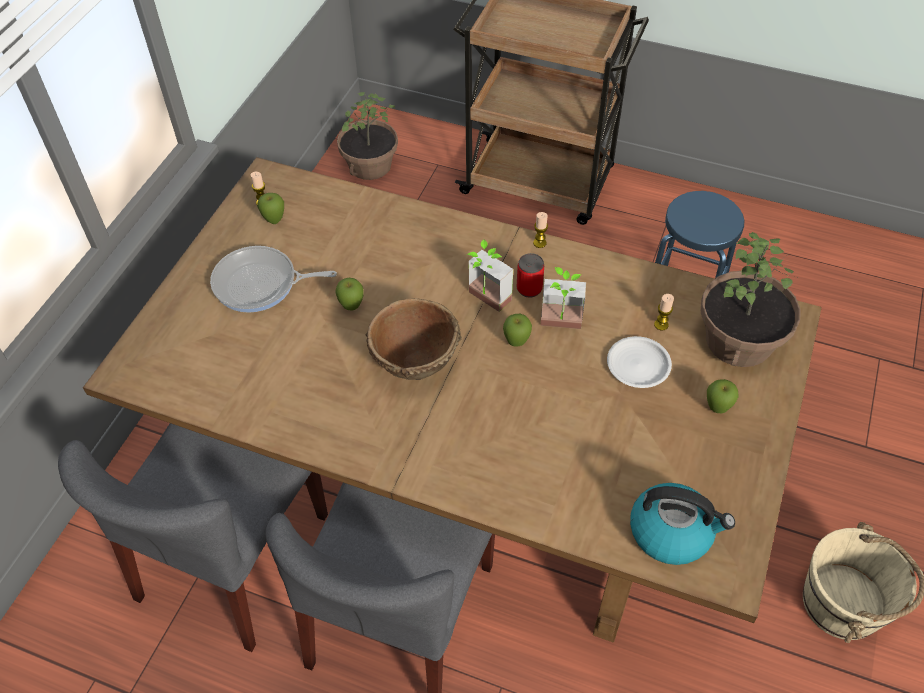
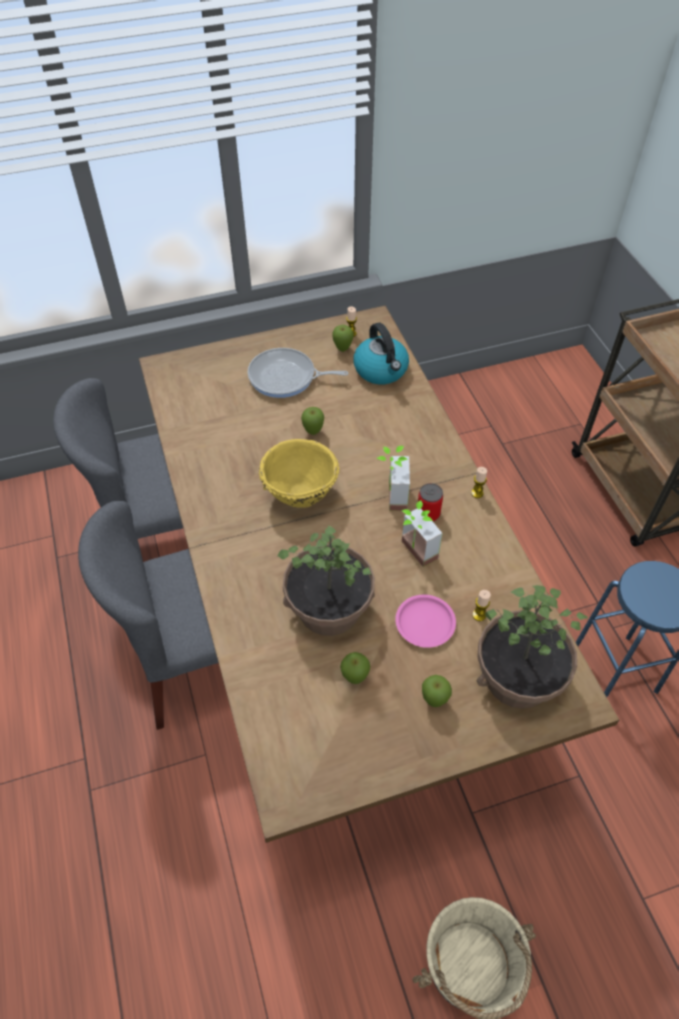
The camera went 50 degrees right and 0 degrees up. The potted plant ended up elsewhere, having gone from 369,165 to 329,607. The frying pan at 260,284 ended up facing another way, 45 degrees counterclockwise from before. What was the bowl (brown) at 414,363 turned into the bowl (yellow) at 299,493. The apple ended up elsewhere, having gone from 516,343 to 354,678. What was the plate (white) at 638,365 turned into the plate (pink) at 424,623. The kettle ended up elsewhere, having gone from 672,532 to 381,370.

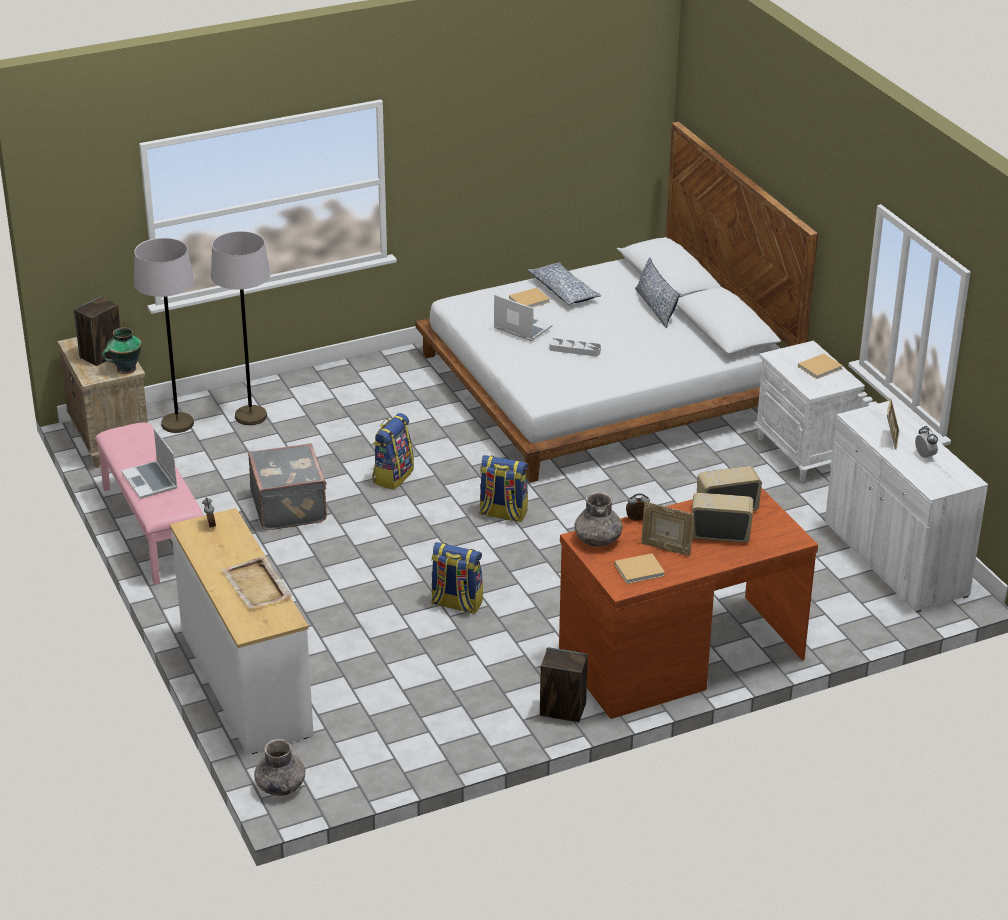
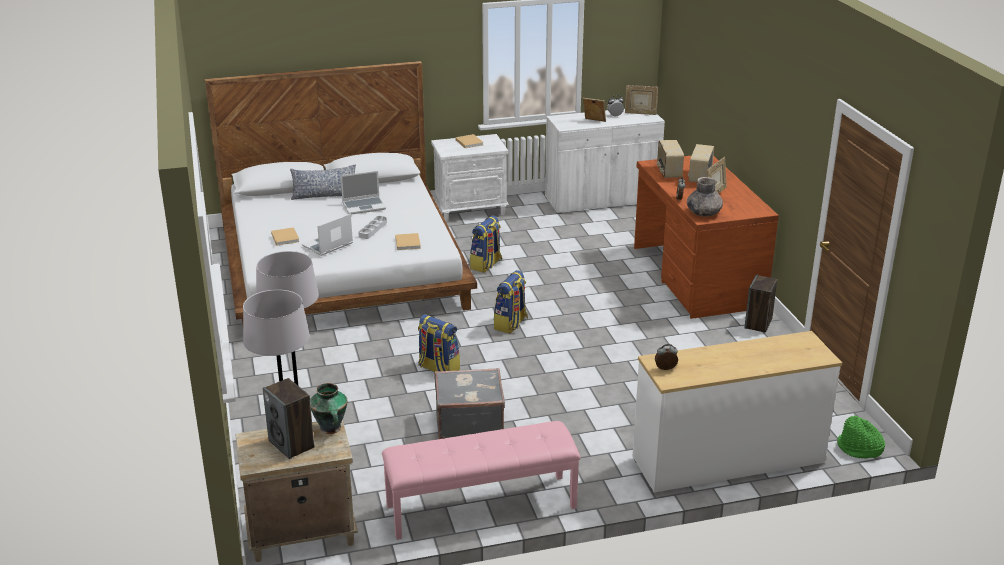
The camera went 80 degrees left and 5 degrees down. The second view lost the pillow at 563,291. The laptop ended up elsewhere, having gone from 150,481 to 364,206. The backpack ended up elsewhere, having gone from 456,604 to 486,265. The book (beige) ended up elsewhere, having gone from 640,570 to 407,242. The second view lost the tray (beige) at 257,586. Where the vase (grey) stood at 280,786, the hat (green) came to stand at 859,448. The second view gained the picture frame at 640,113.

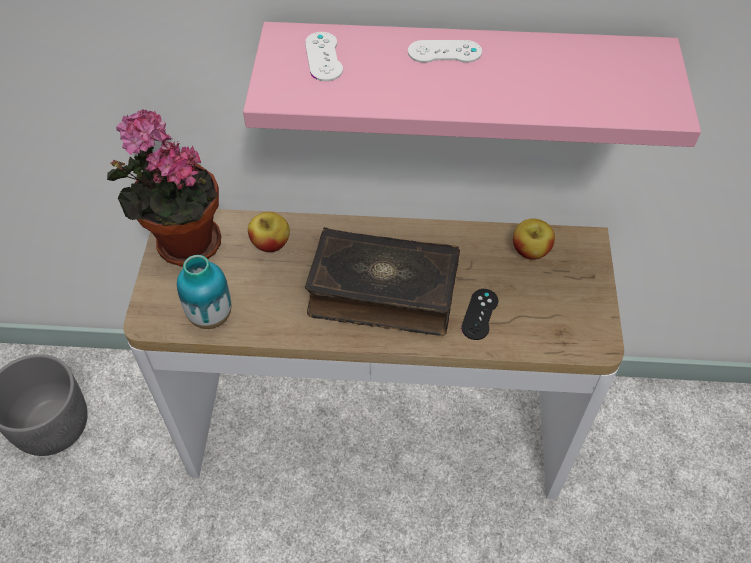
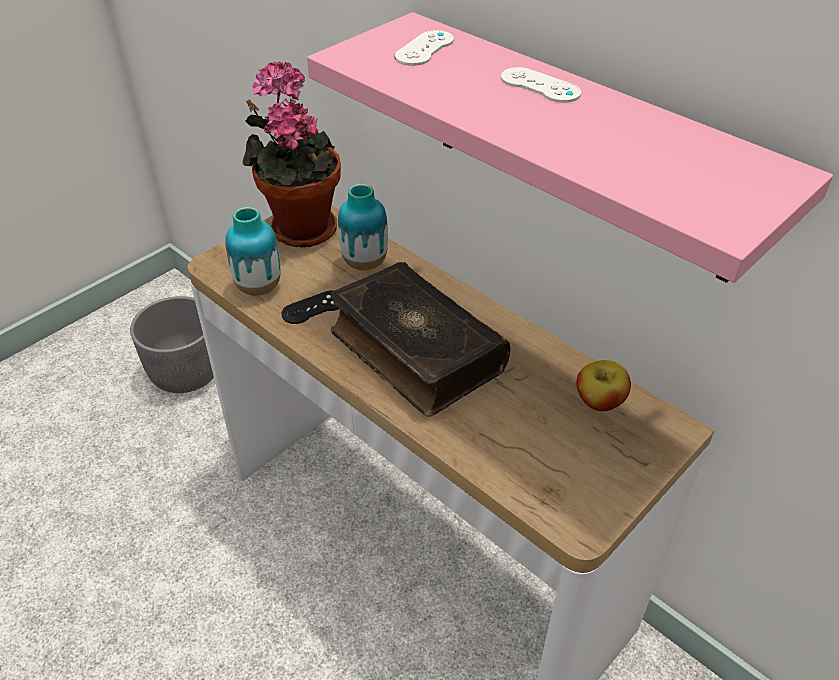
The camera went 40 degrees right and 10 degrees down. Where the apple stood at 270,243, the vase came to stand at 365,263. The game controller (black) ended up elsewhere, having gone from 480,314 to 313,307.

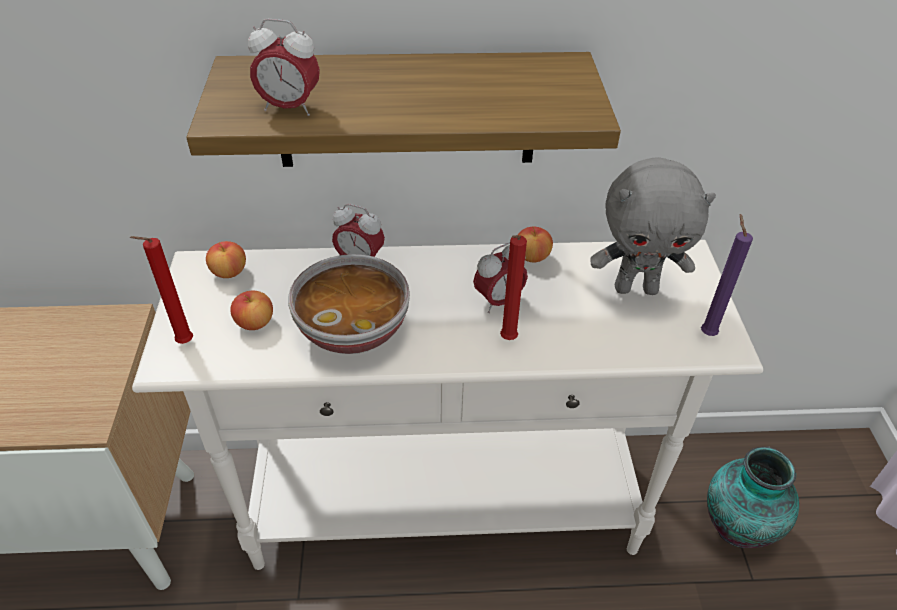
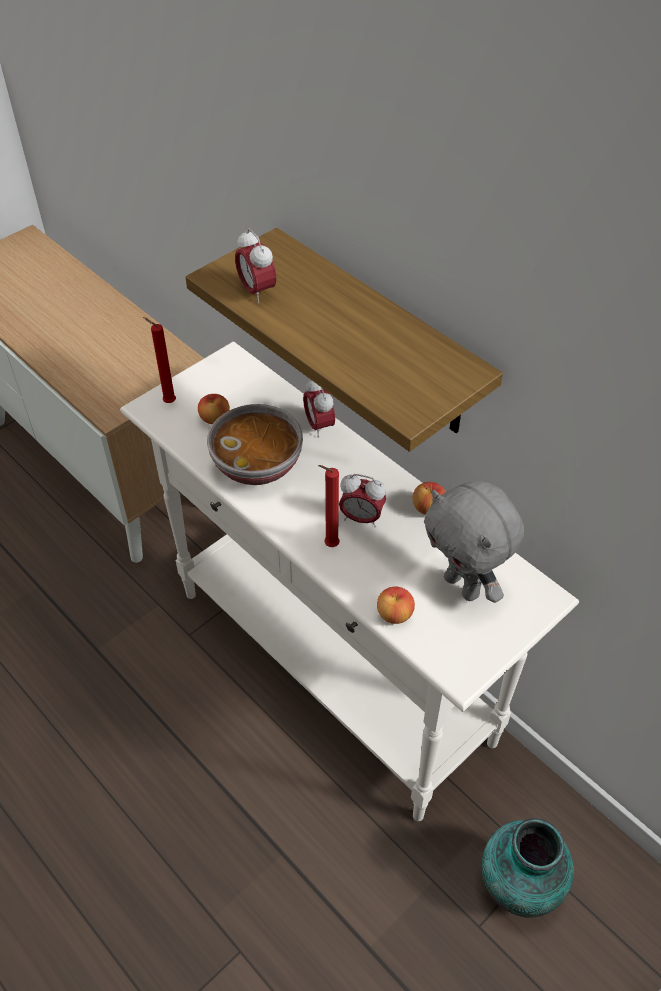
The camera went 50 degrees right and 5 degrees up. The second view lost the candle (purple) at 706,332. The apple ended up elsewhere, having gone from 229,272 to 394,614.

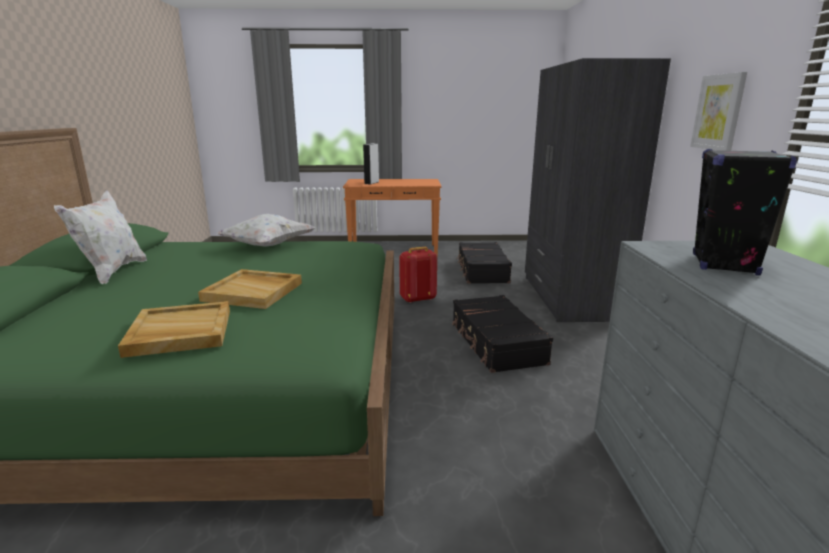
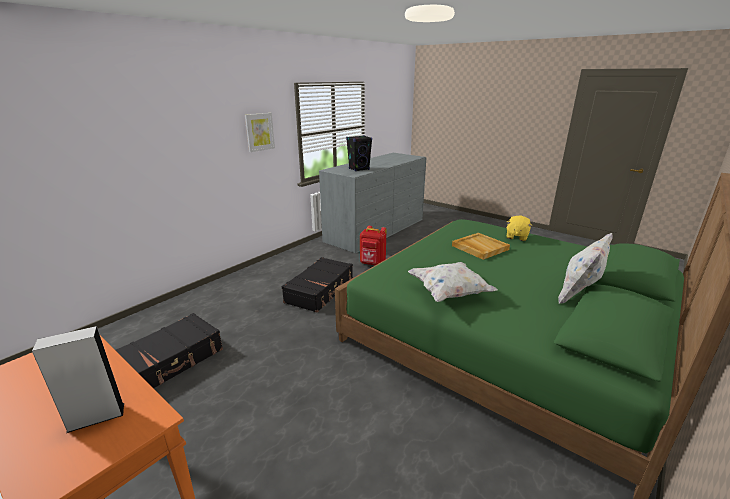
The camera went 140 degrees left and 5 degrees up. The second view lost the wardrobe (grey) at 570,297. The backpack (red) ended up elsewhere, having gone from 417,299 to 372,263. Where the tray (beige) stood at 179,332, the plush toy (yellow) came to stand at 516,237.

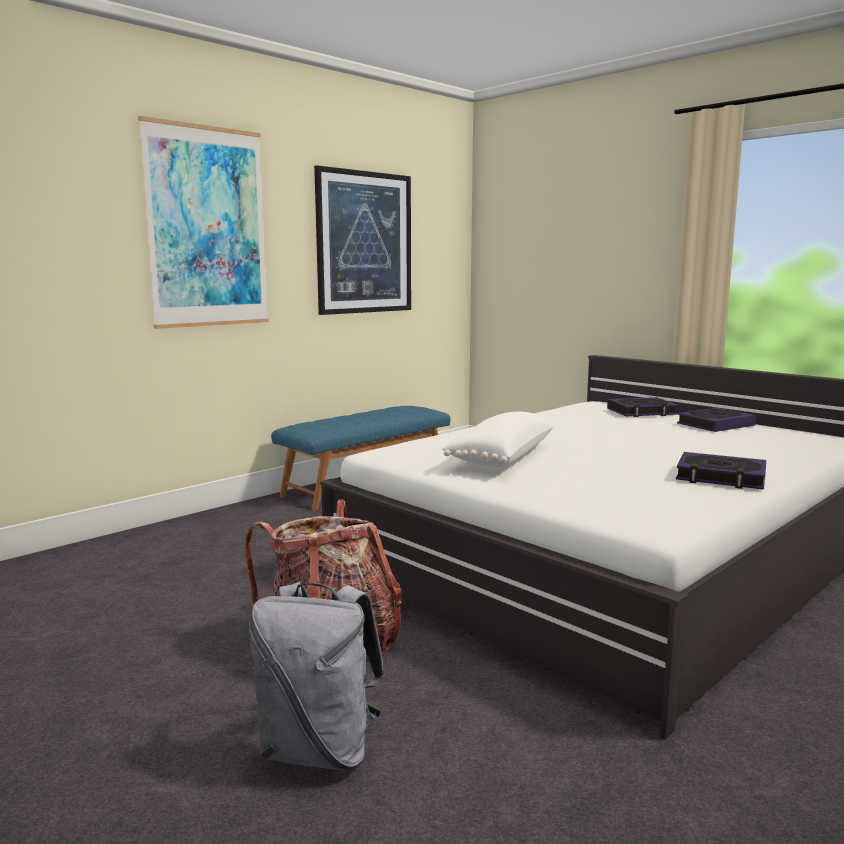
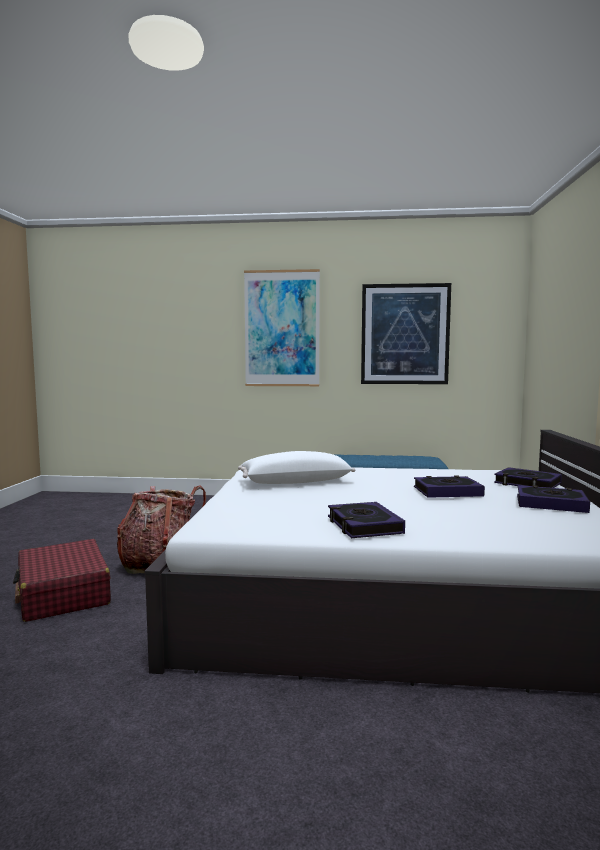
The camera went 50 degrees right and 5 degrees down. Where the backpack (grey) stood at 320,749, the suitcase (red) came to stand at 63,593. The second view gained the book at 447,492.

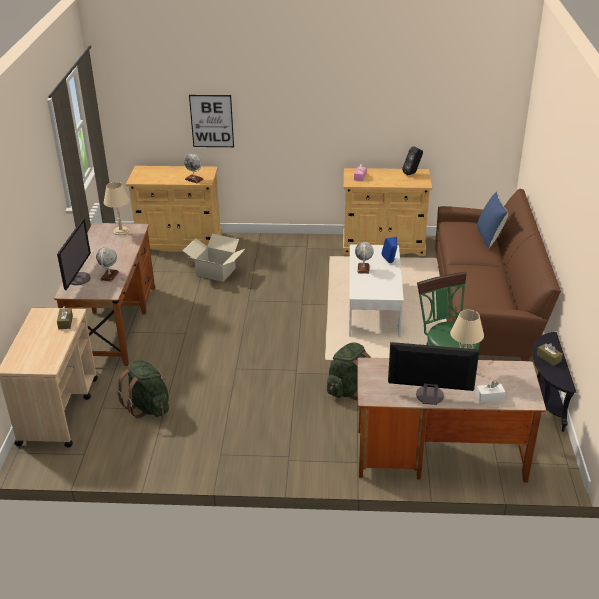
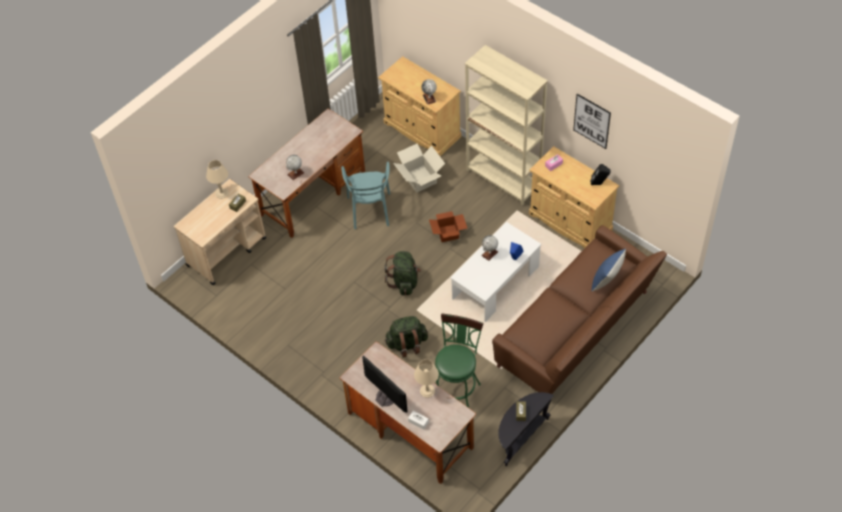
The camera went 40 degrees right and 20 degrees up. The picture ended up elsewhere, having gone from 212,121 to 592,121. The table lamp (beige) ended up elsewhere, having gone from 120,231 to 221,193. The second view lost the monitor at 78,278. The backpack (green) ended up elsewhere, having gone from 148,407 to 404,281. The second view gained the bookcase (beige) at 503,179. The second view gained the chair (turquoise) at 370,210. The second view gained the cardboard box at 448,233.

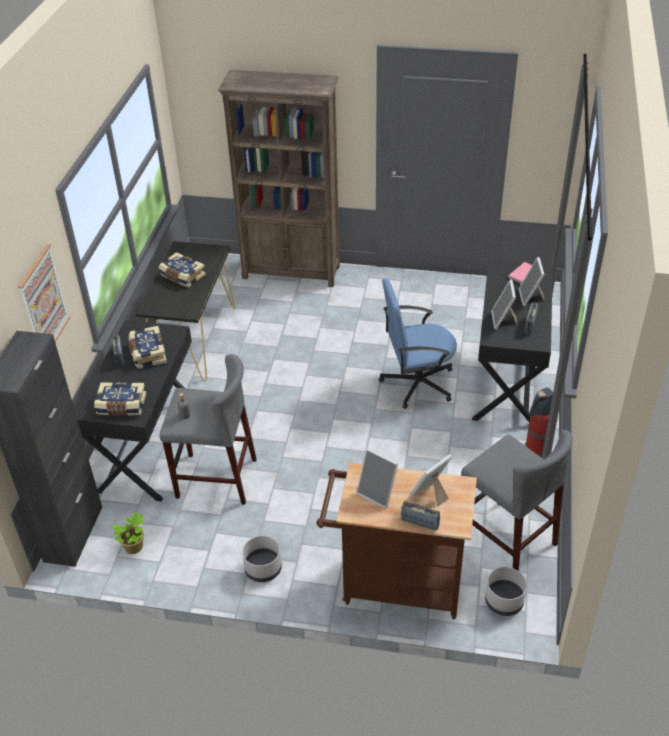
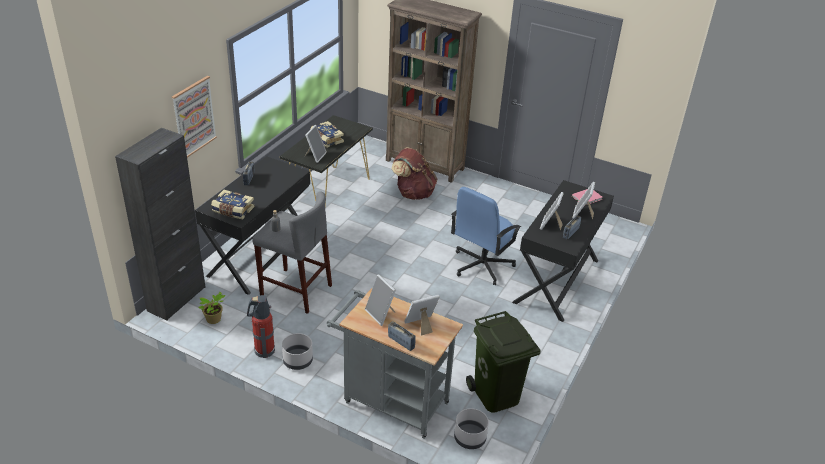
The camera went 15 degrees right and 5 degrees down. The office chair (blue) at 417,383 ended up facing another way, 60 degrees counterclockwise from before. The second view lost the book at 147,353. The fire extinguisher ended up elsewhere, having gone from 535,450 to 263,350. Where the stool (grey) stood at 507,539, the trash can (green) came to stand at 495,395. What was the cart (brown) at 395,584 turned into the cart (grey) at 390,401. The second view gained the picture frame at 315,156. The second view gained the backpack (brown) at 413,193.

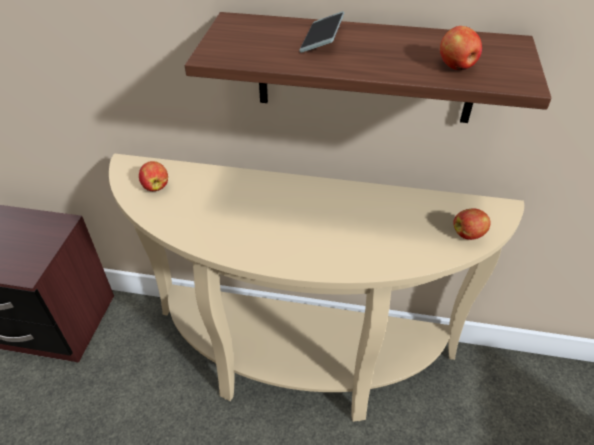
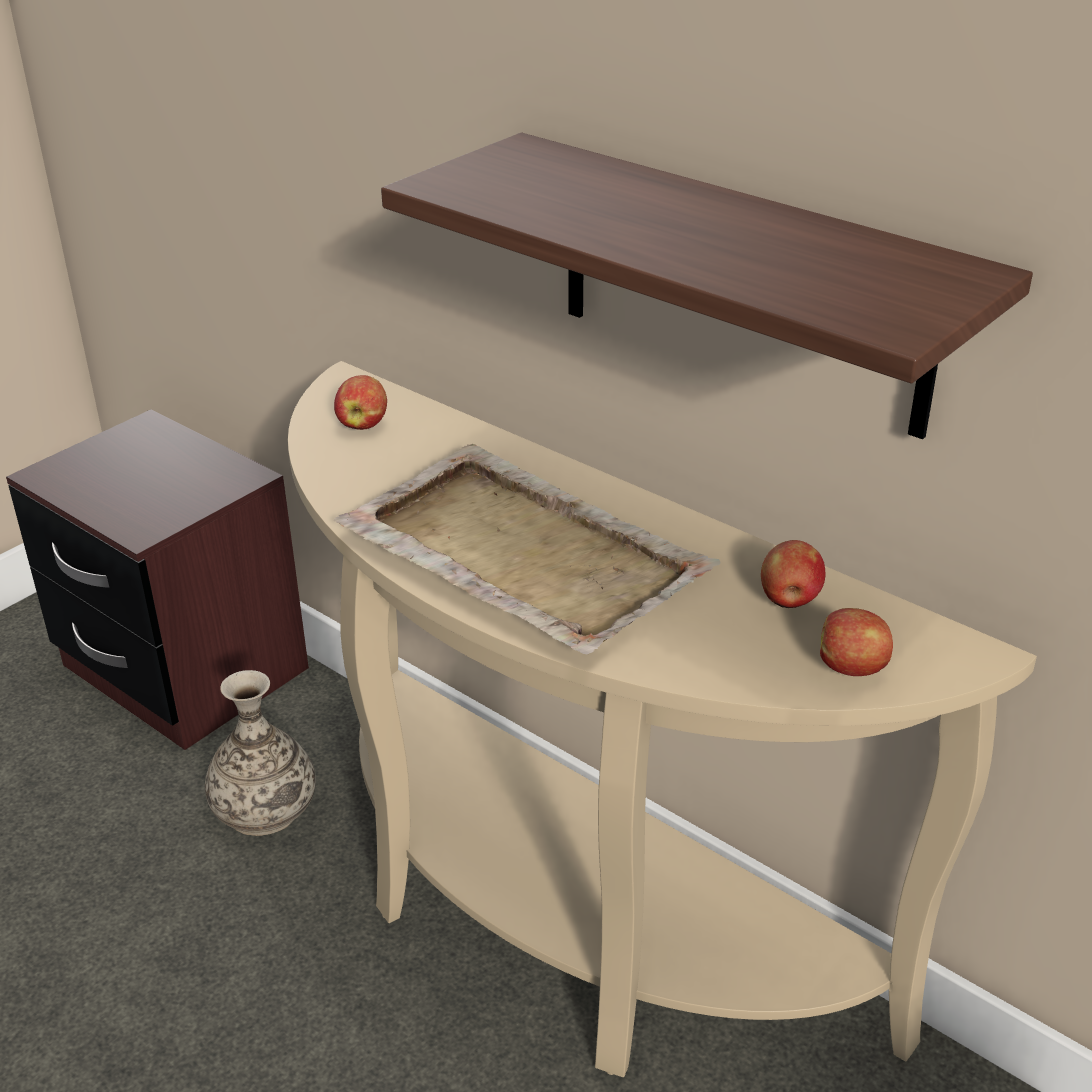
The camera went 30 degrees right and 10 degrees down. The second view lost the phone at 322,39. The apple ended up elsewhere, having gone from 456,67 to 789,600. The second view gained the tray (beige) at 521,553. The second view gained the vase at 265,809.

